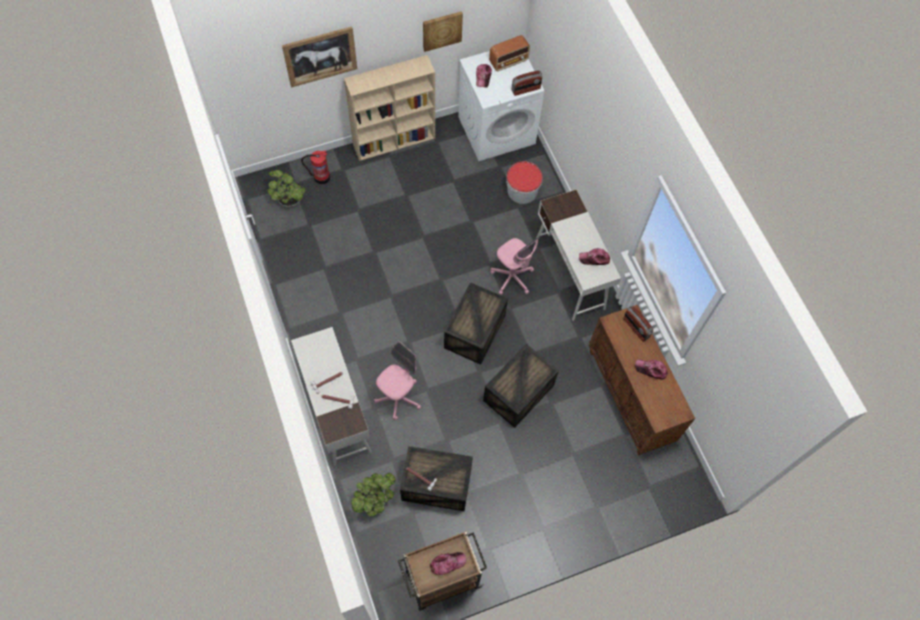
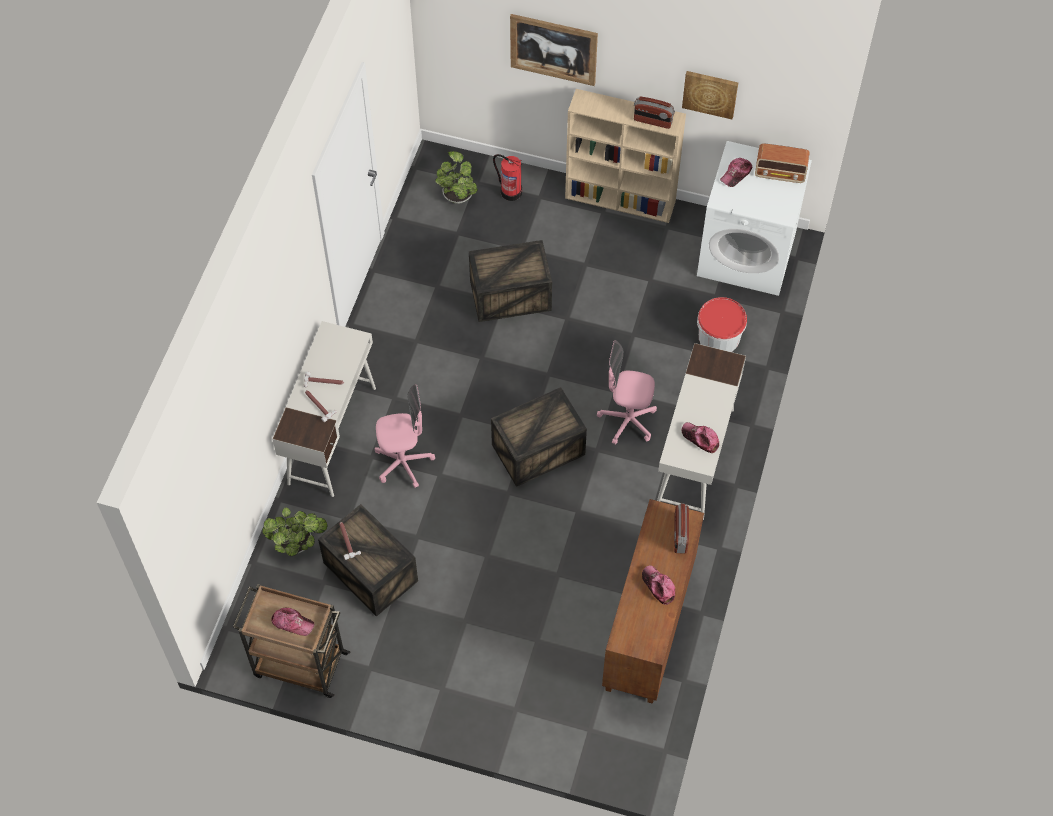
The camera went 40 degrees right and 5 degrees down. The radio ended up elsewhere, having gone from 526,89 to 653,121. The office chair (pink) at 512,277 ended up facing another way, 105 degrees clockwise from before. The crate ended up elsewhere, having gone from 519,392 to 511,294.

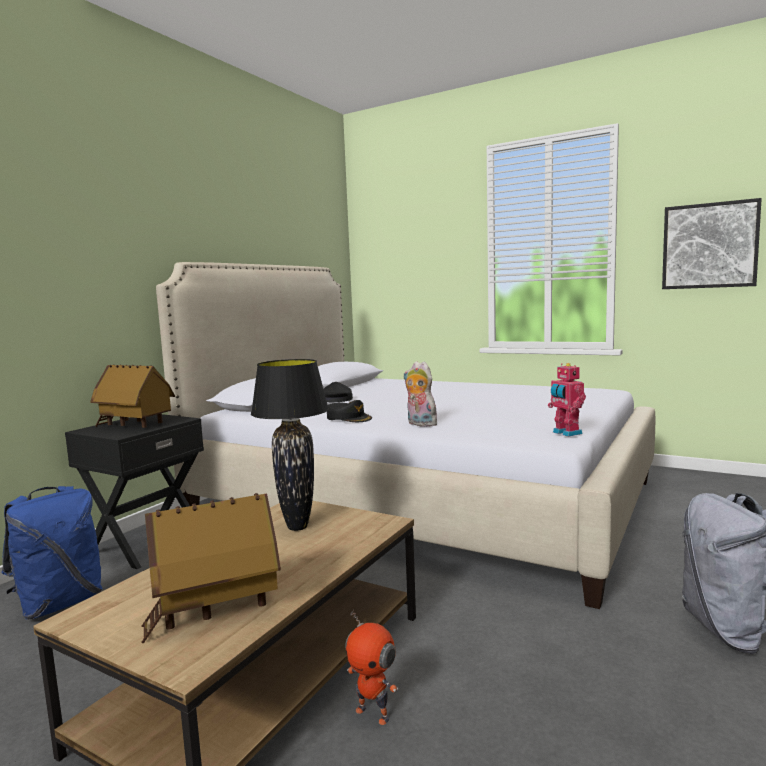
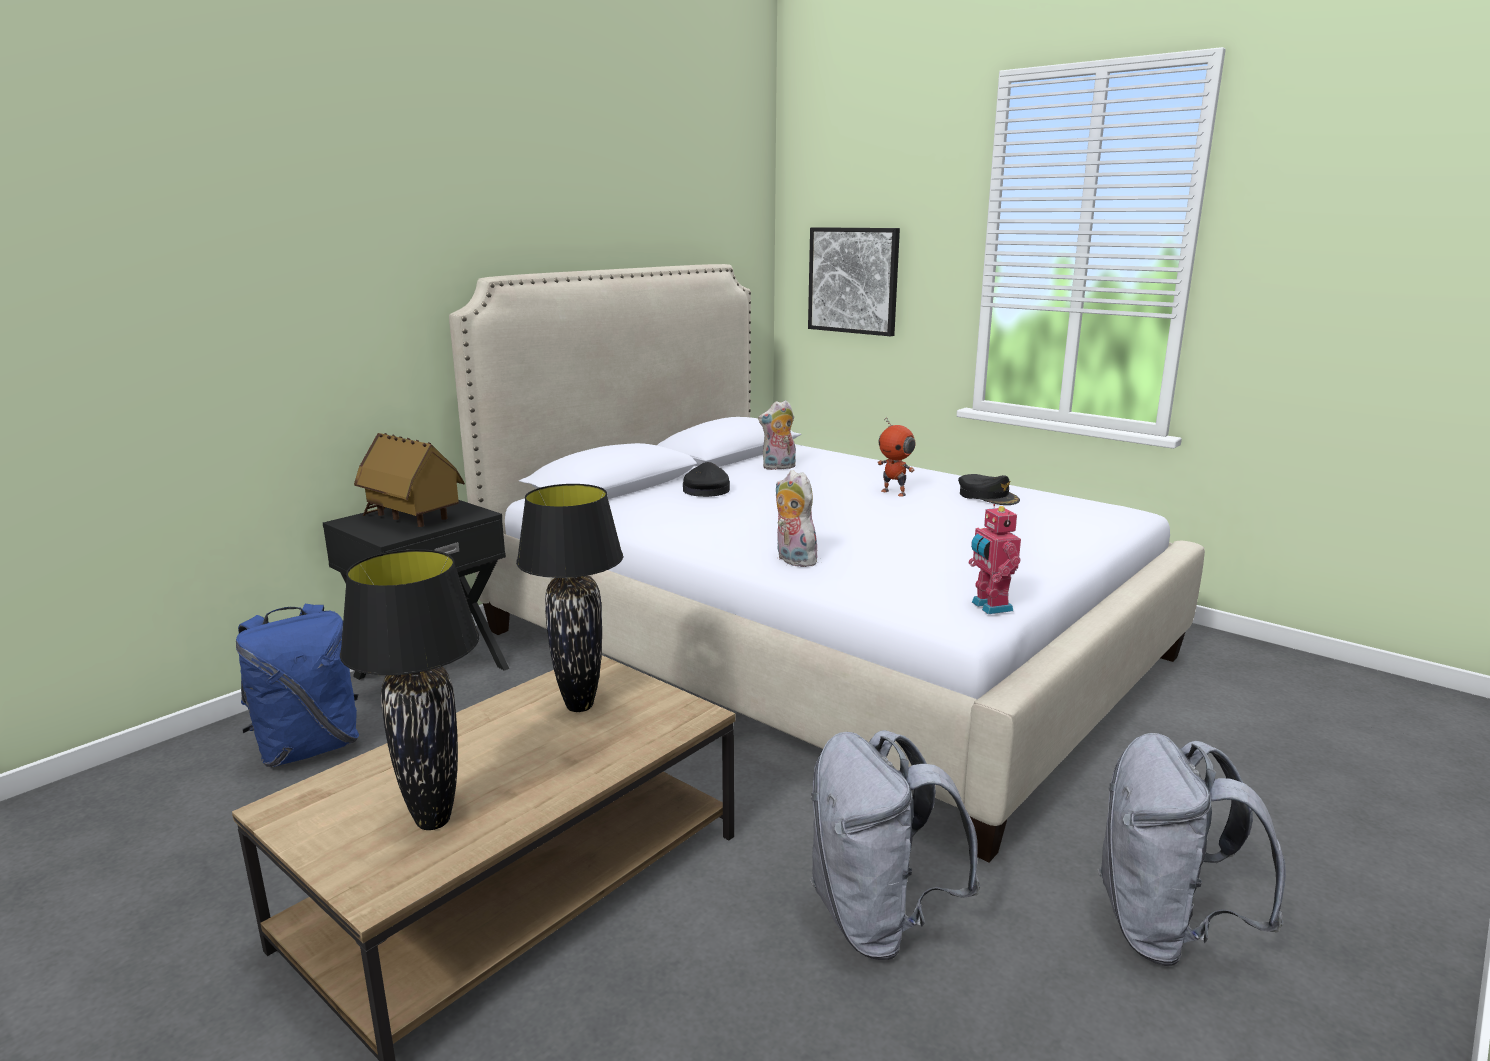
The camera went 10 degrees right and 10 degrees up. The picture ended up elsewhere, having gone from 709,246 to 853,280. The cap (black) ended up elsewhere, having gone from 348,418 to 988,496. Where the toy house stood at 216,609, the table lamp (black) came to stand at 434,821. The toy robot ended up elsewhere, having gone from 373,713 to 894,493. The second view gained the plush toy at 778,467. The second view gained the backpack (grey) at 878,920.

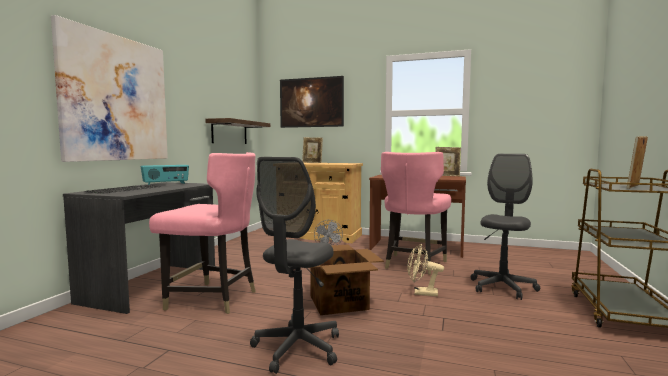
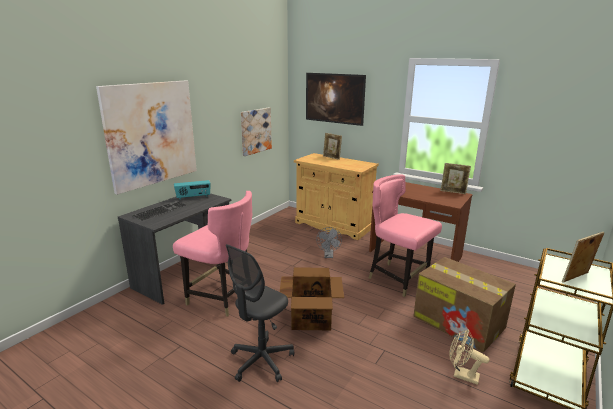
The camera went 15 degrees right and 15 degrees up. Where the shelf hung at 229,132, the picture came to hang at 255,131. The chair (pink) at 413,264 ended up facing another way, 90 degrees clockwise from before. Where the office chair (grey) stood at 502,287, the cardboard box came to stand at 459,322. The fan (beige) ended up elsewhere, having gone from 421,293 to 461,375.

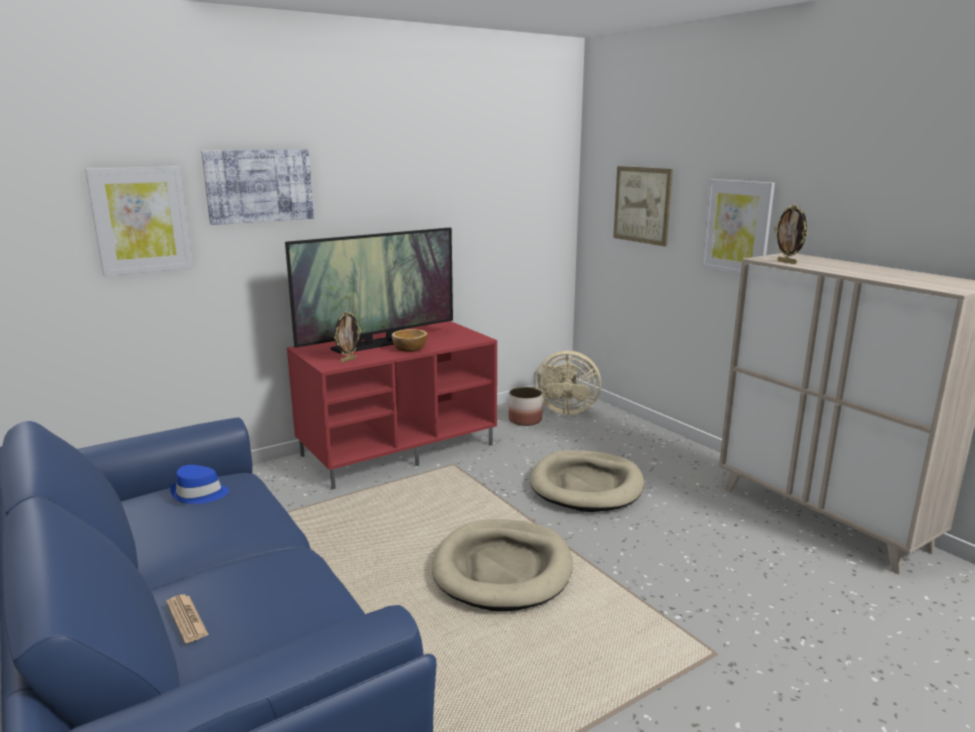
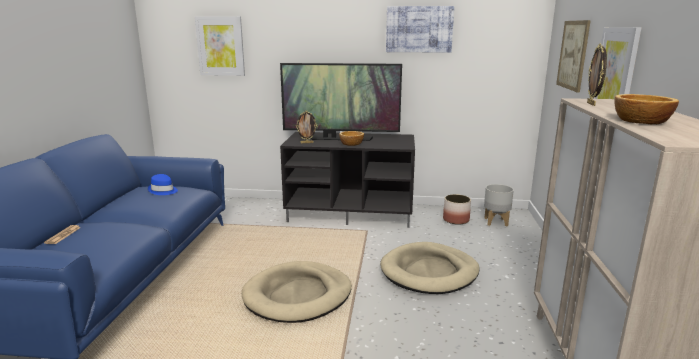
The camera went 40 degrees right and 0 degrees up. The picture ended up elsewhere, having gone from 259,186 to 419,29. What was the tv stand (red) at 399,449 turned into the tv stand (black) at 351,213. Where the fan (beige) stood at 564,410, the planter (grey) came to stand at 496,222. The second view gained the bowl at 640,121.

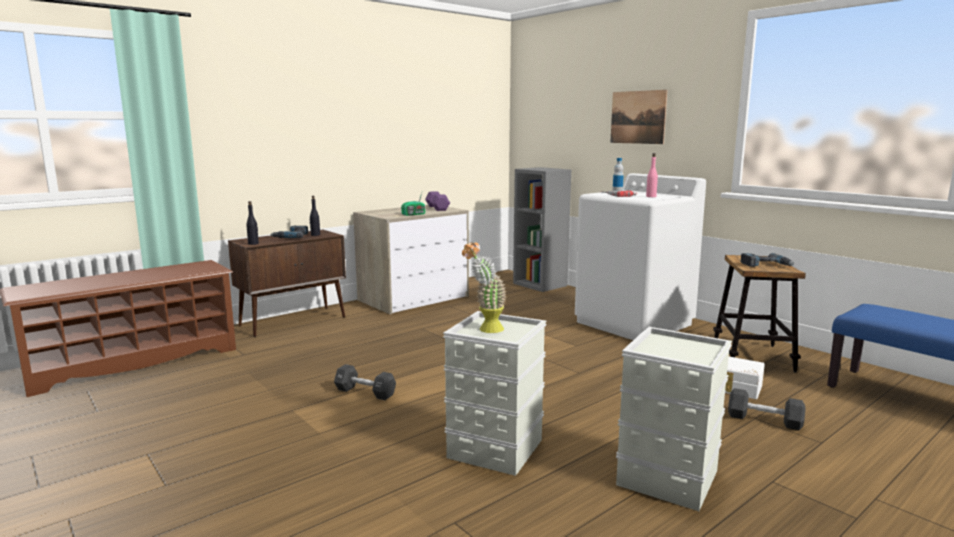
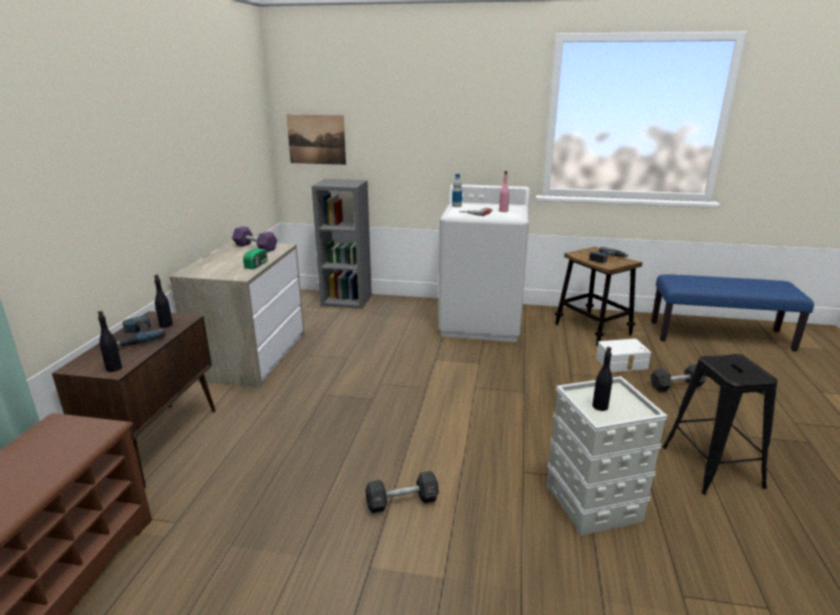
The camera went 40 degrees left and 10 degrees up. The picture ended up elsewhere, having gone from 637,117 to 316,139. Where the potted plant stood at 485,330, the bottle (black) came to stand at 600,406. Where the storage box (grey) stood at 668,478, the stool (black) came to stand at 711,466.

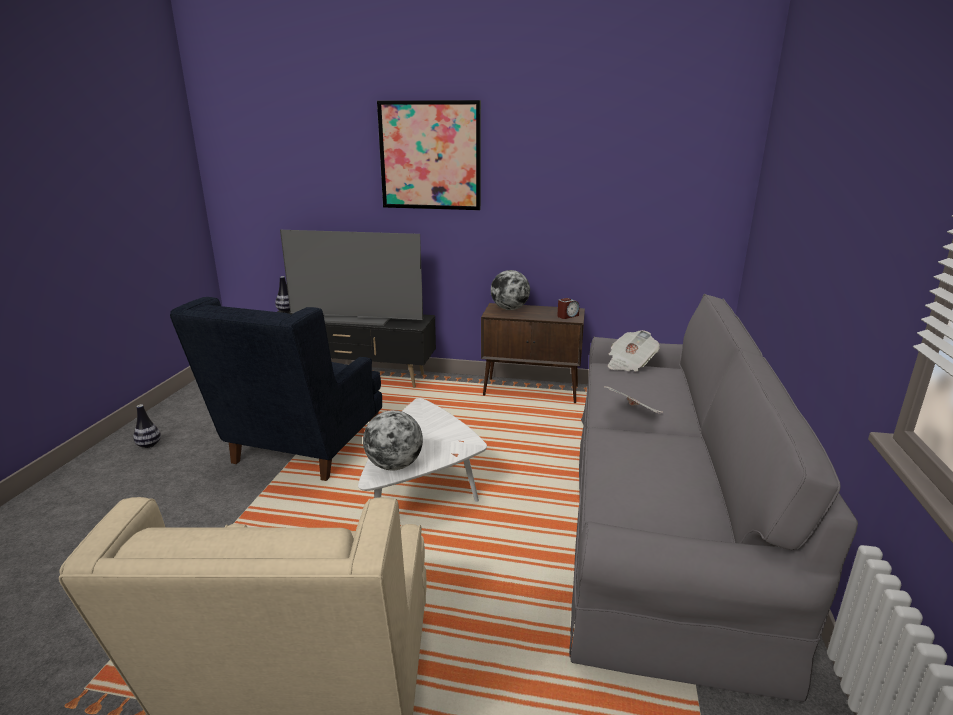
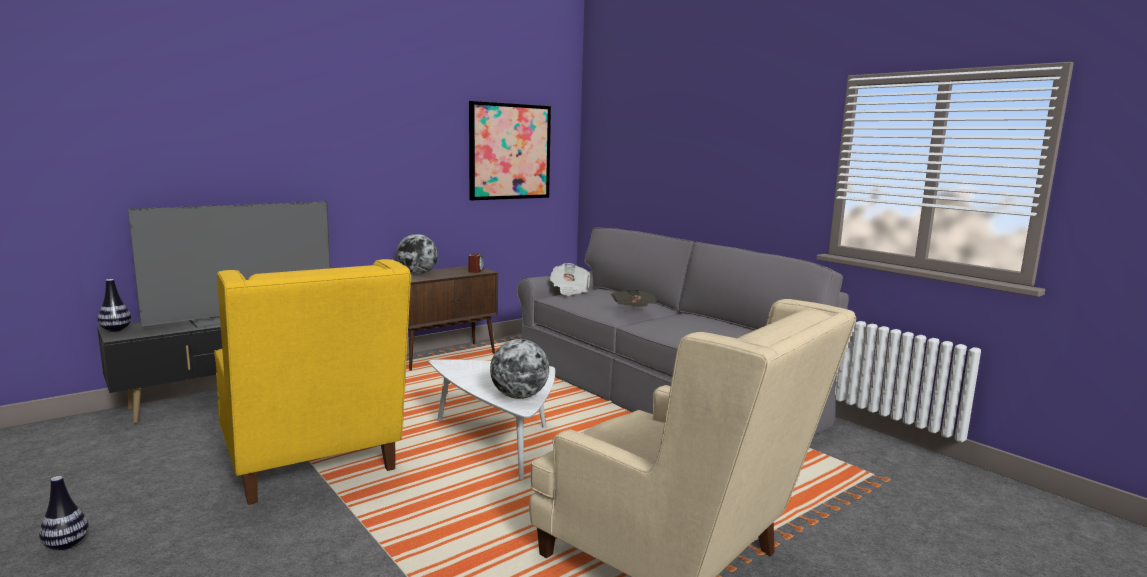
The camera went 50 degrees left and 10 degrees down. The picture ended up elsewhere, having gone from 430,156 to 510,151. What was the armchair (blue) at 301,450 turned into the armchair (yellow) at 313,463.

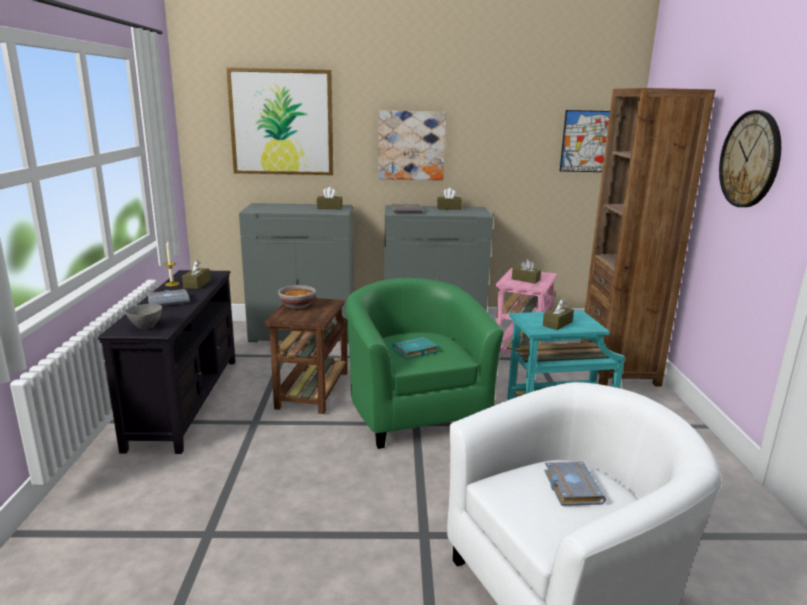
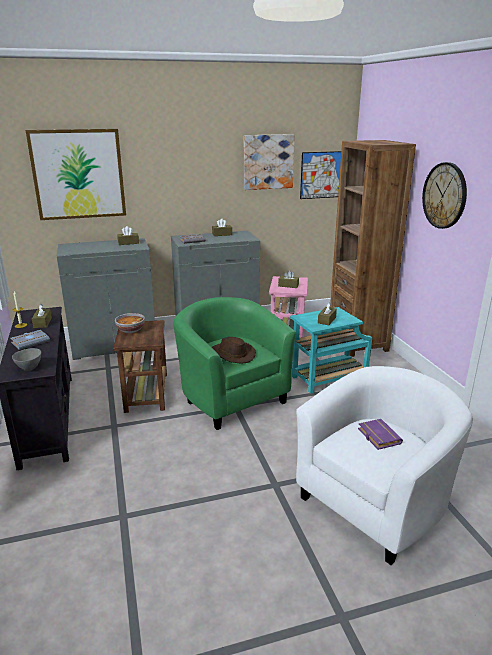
The camera went 15 degrees left and 5 degrees up. The picture ended up elsewhere, having gone from 411,145 to 268,162. Where the book (turquoise) stood at 415,351, the hat (brown) came to stand at 232,354. What was the book (grey) at 570,487 turned into the book (purple) at 377,436.

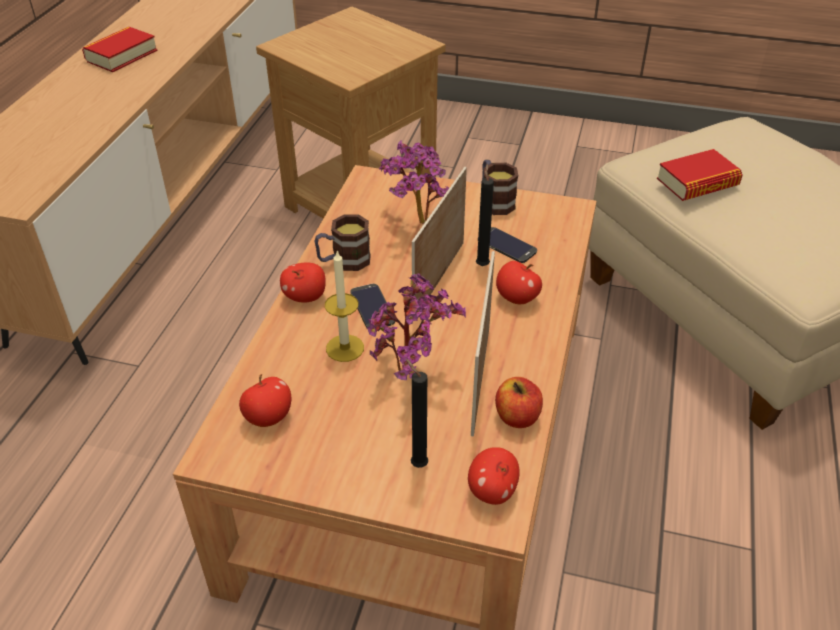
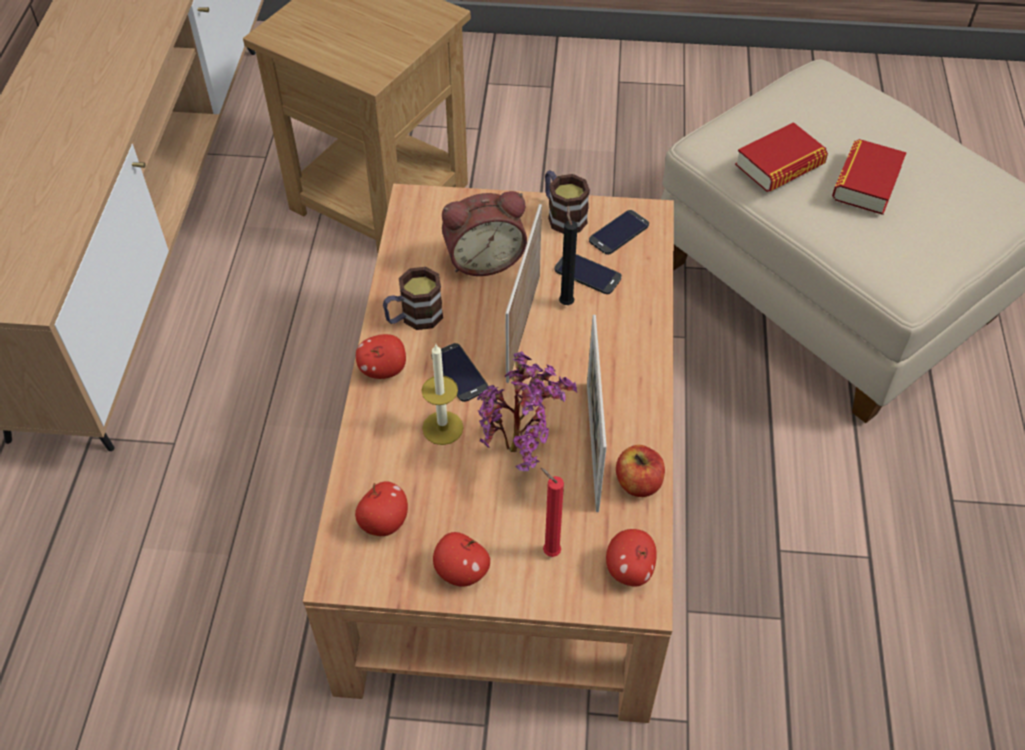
The camera went 10 degrees left and 10 degrees up. The book ended up elsewhere, having gone from 121,55 to 866,183. Where the potted plant stood at 417,225, the alarm clock came to stand at 483,258. The apple ended up elsewhere, having gone from 516,298 to 461,571. What was the candle (black) at 417,463 turned into the candle (red) at 549,551. The second view gained the phone at 618,233.

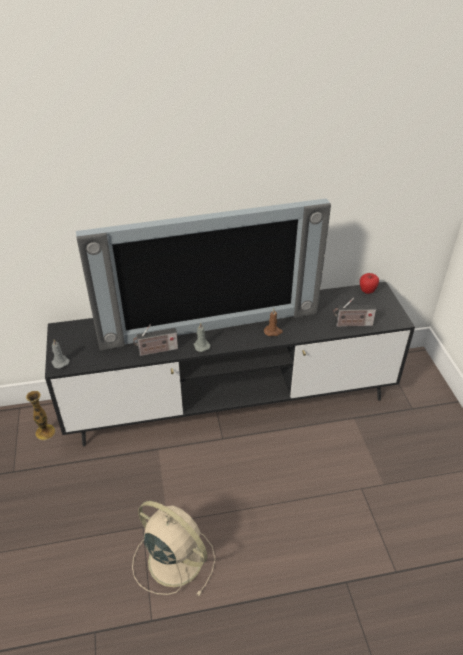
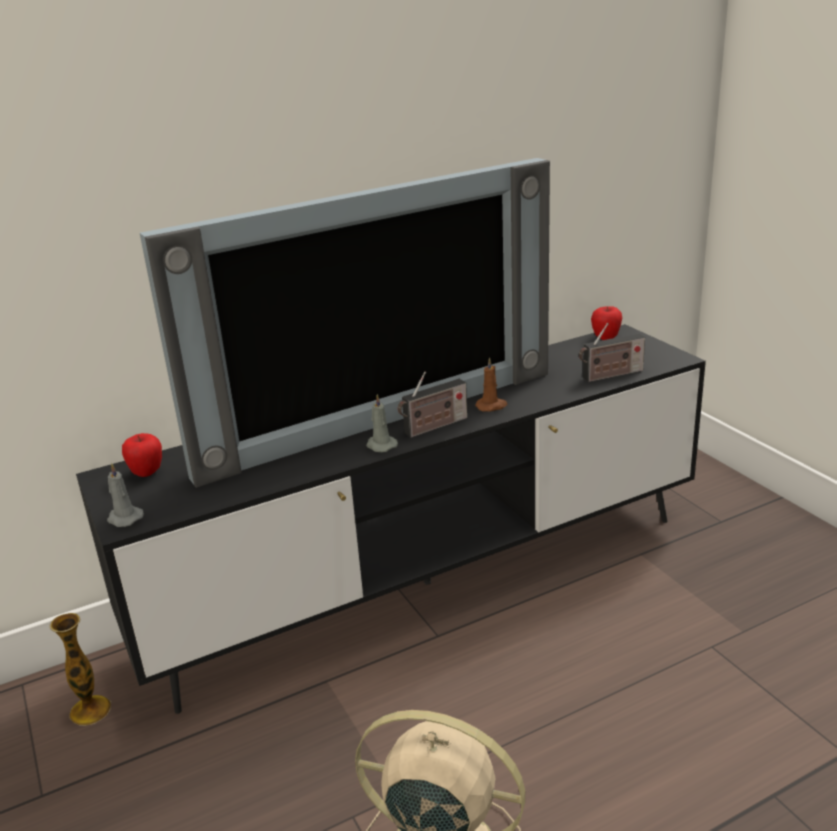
The camera went 15 degrees left and 15 degrees down. The radio ended up elsewhere, having gone from 156,351 to 433,427. The second view gained the apple at 147,473.

